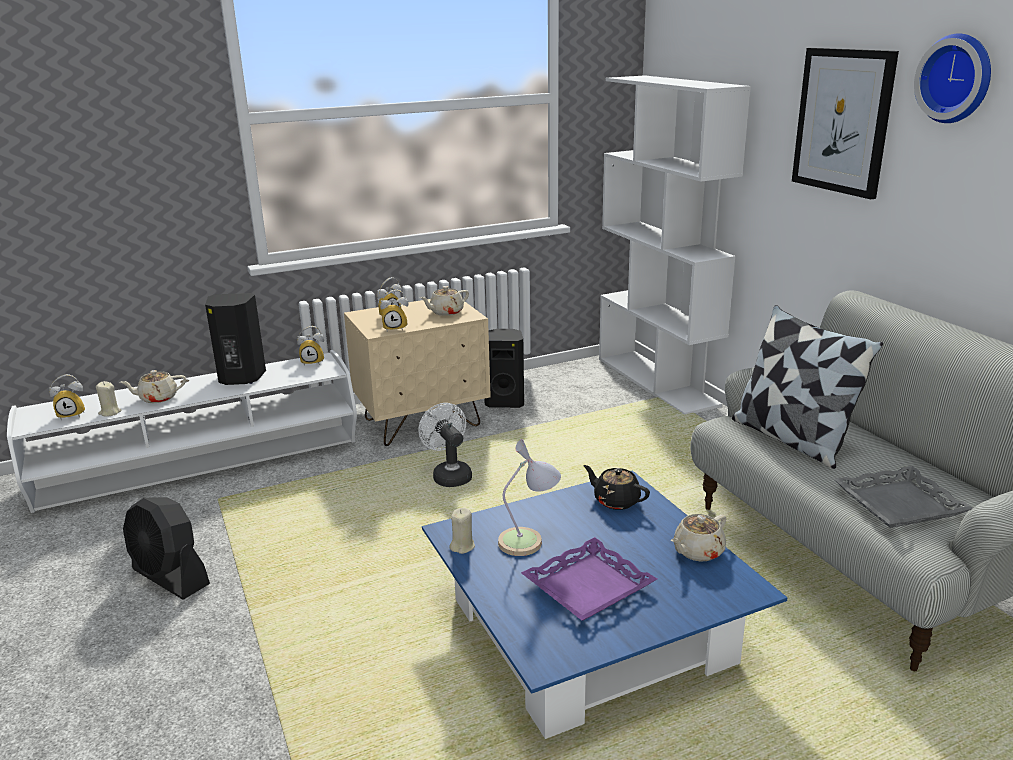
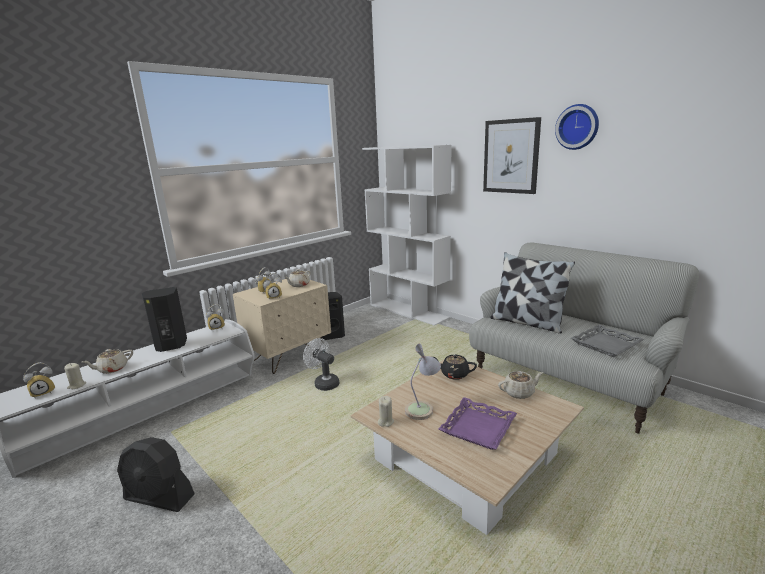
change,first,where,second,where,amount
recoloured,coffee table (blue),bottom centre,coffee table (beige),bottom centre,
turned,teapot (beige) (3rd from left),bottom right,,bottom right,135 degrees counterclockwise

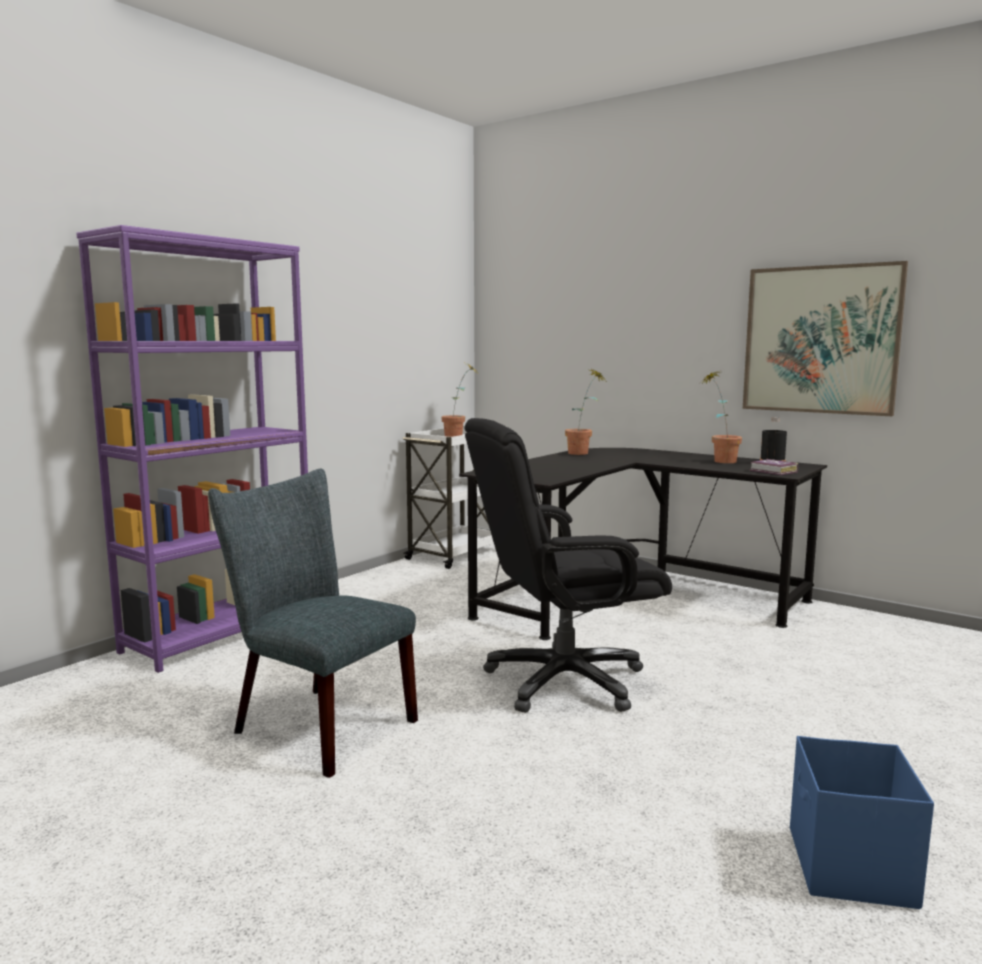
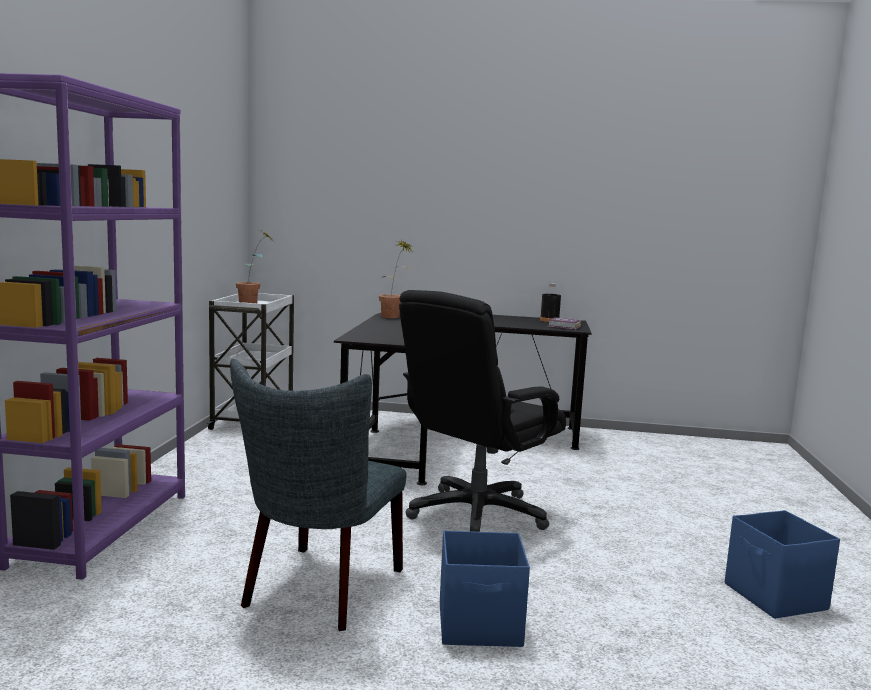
change,first,where,second,where,amount
turned,chair (grey),middle left,,bottom centre,75 degrees counterclockwise
removed,potted plant (3rd from left),middle right,,,
removed,picture,middle right,,,
added,,,storage box (blue) (1st from left),bottom centre,

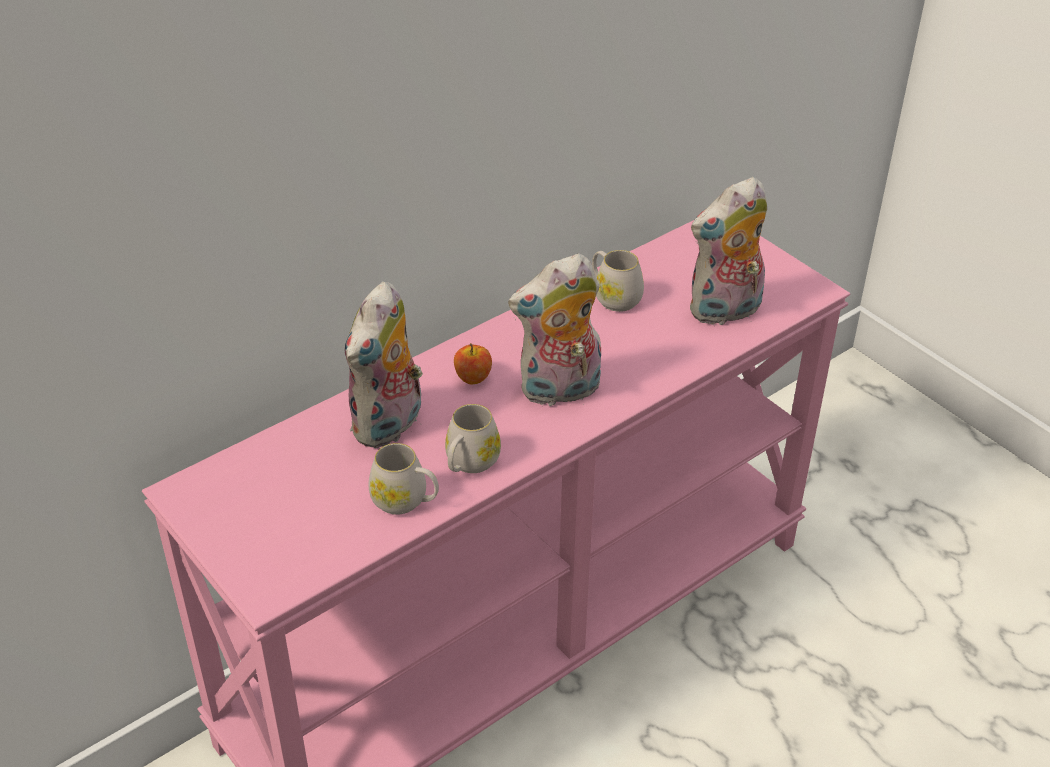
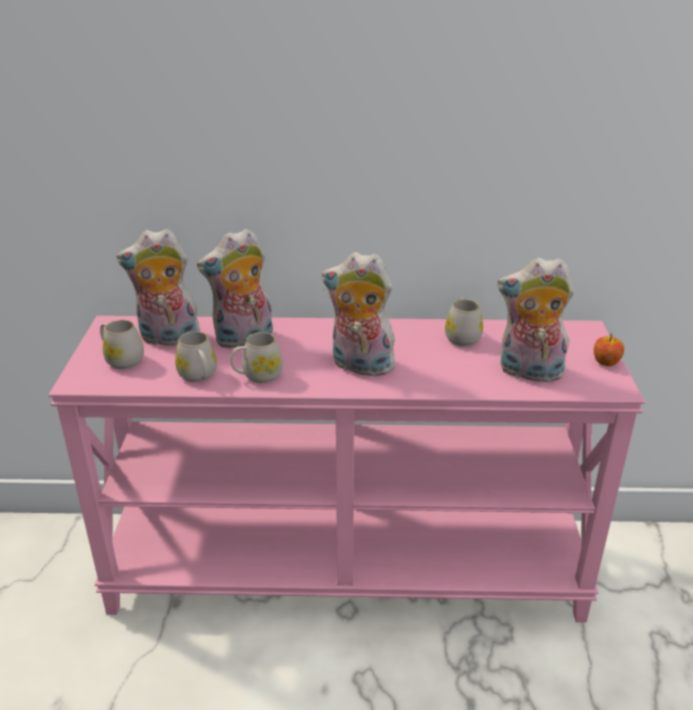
change,first,where,second,where,amount
moved,apple,centre,,middle right,
added,,,mug (white) (1st from left),middle left,
added,,,plush toy (1st from left),middle left,

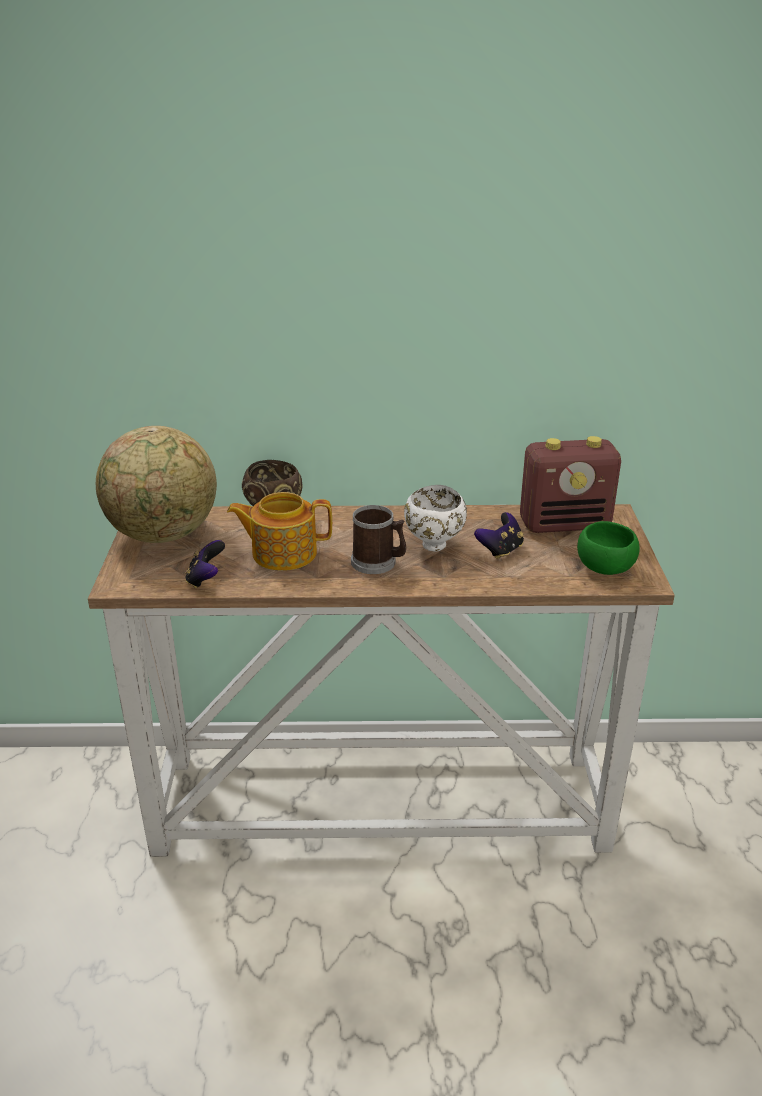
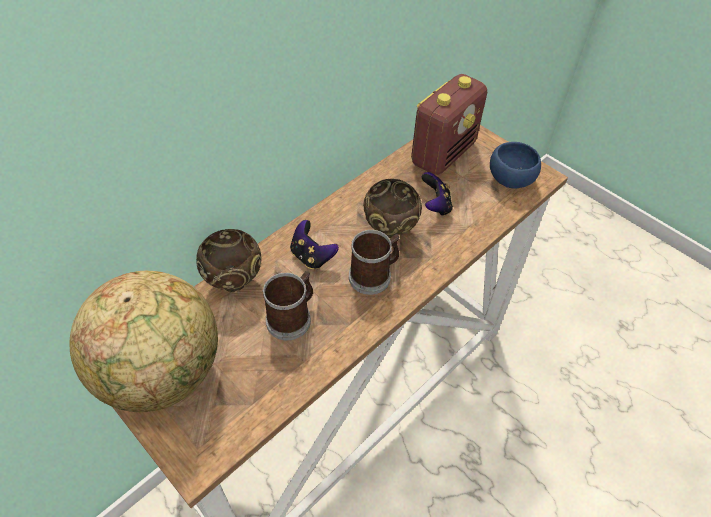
change,first,where,second,where,amount
moved,game controller (1st from left),middle left,,centre,
replaced,teapot,centre,mug (1st from left),centre,
recoloured,bowl (white),centre,bowl (brown) (2nd from left),centre,
recoloured,bowl (green),middle right,bowl (blue),top right,

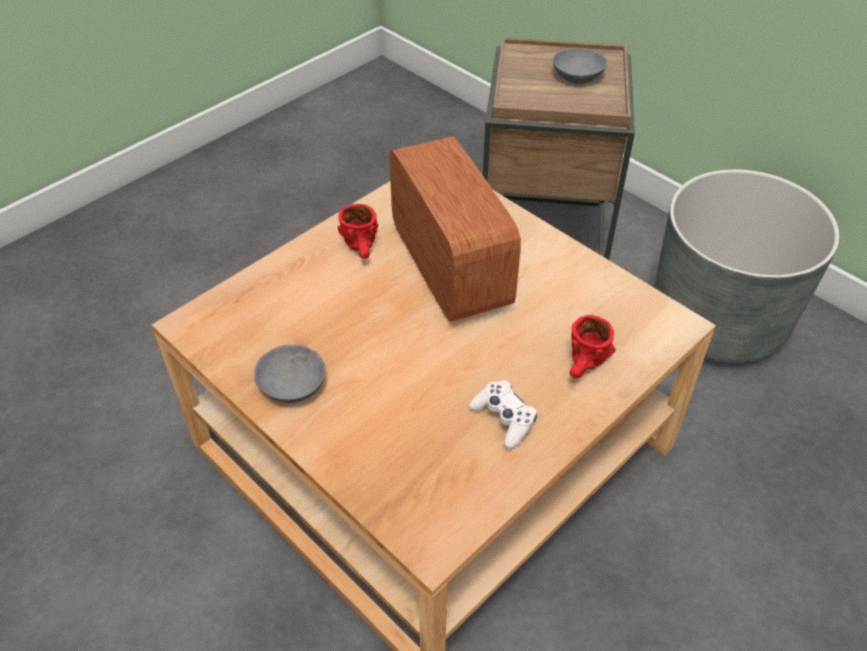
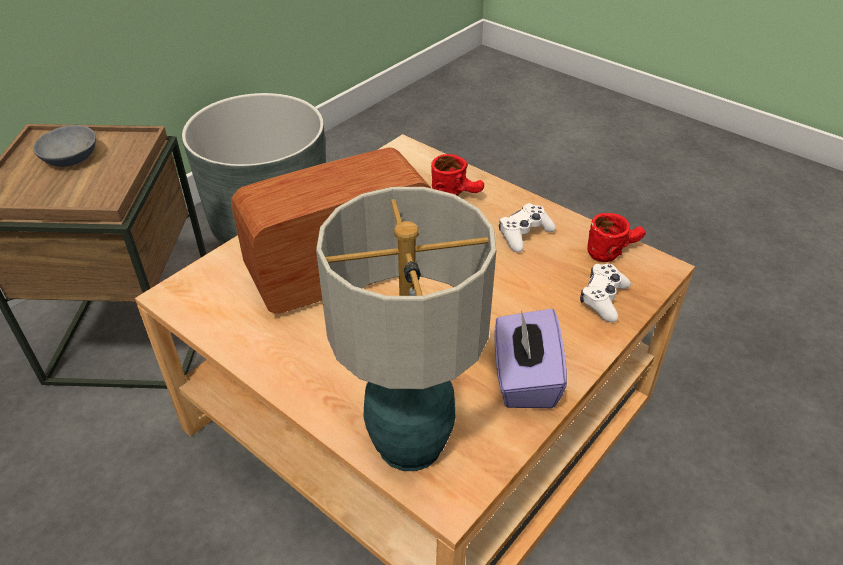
change,first,where,second,where,amount
replaced,bowl (grey) (1st from left),centre,tissue box (purple),centre,
moved,mug (red) (1st from left in the first image),centre,mug (red) (2nd from left),middle right,
added,,,table lamp,centre,
added,,,game controller (white) (2nd from left),middle right,

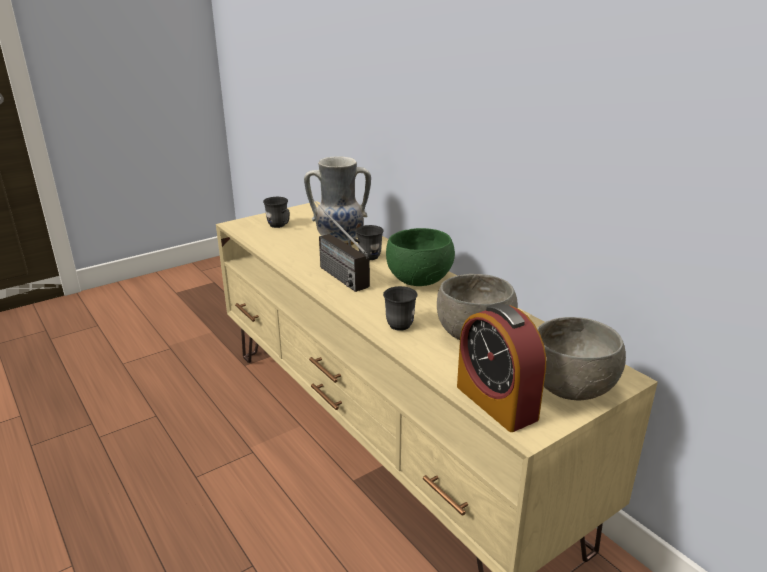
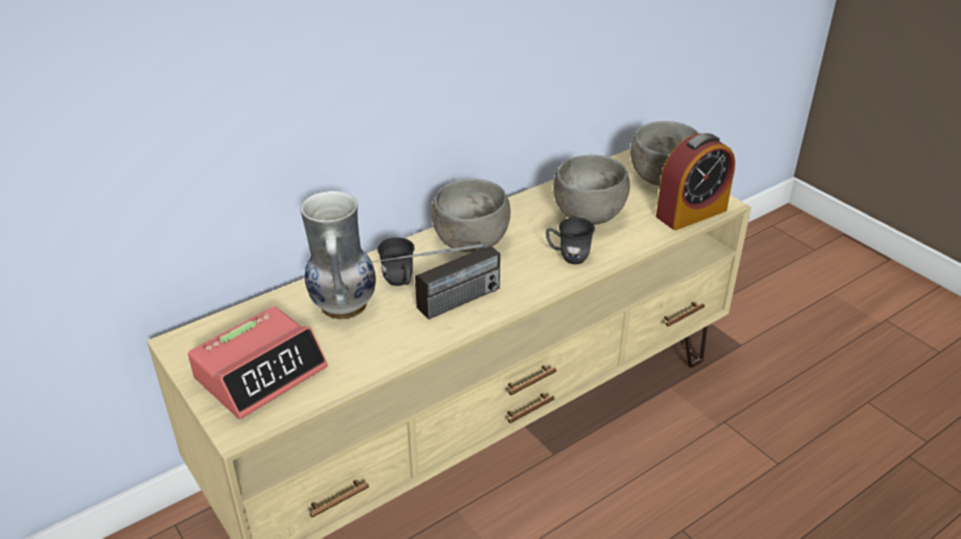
change,first,where,second,where,amount
replaced,mug (grey) (1st from left),centre,alarm clock (1st from left),bottom left,
recoloured,bowl (green),centre,bowl (grey) (1st from left),centre,

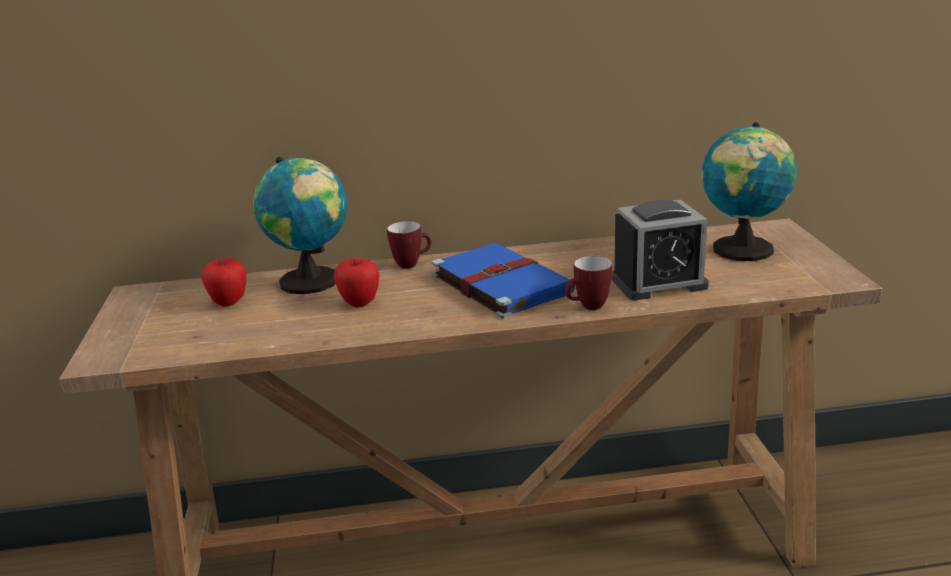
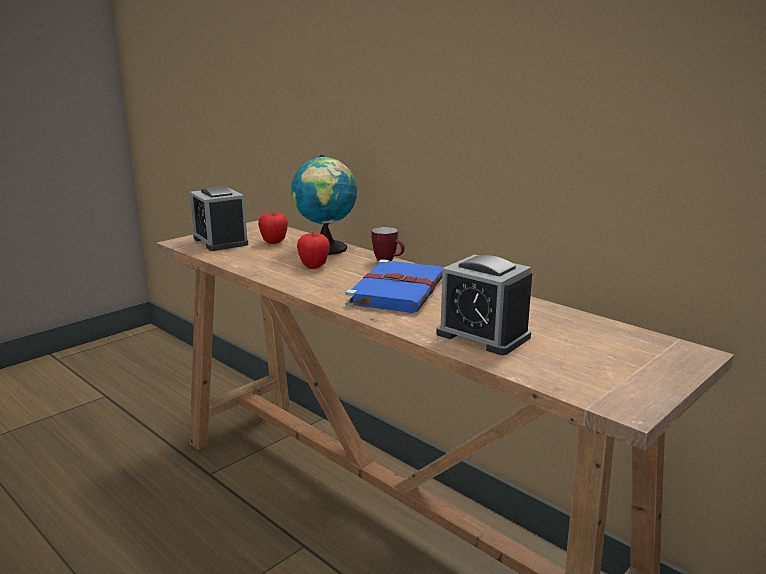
change,first,where,second,where,amount
removed,mug (2nd from left),centre,,,
removed,globe (2nd from left),top right,,,
added,,,alarm clock (1st from left),middle left,

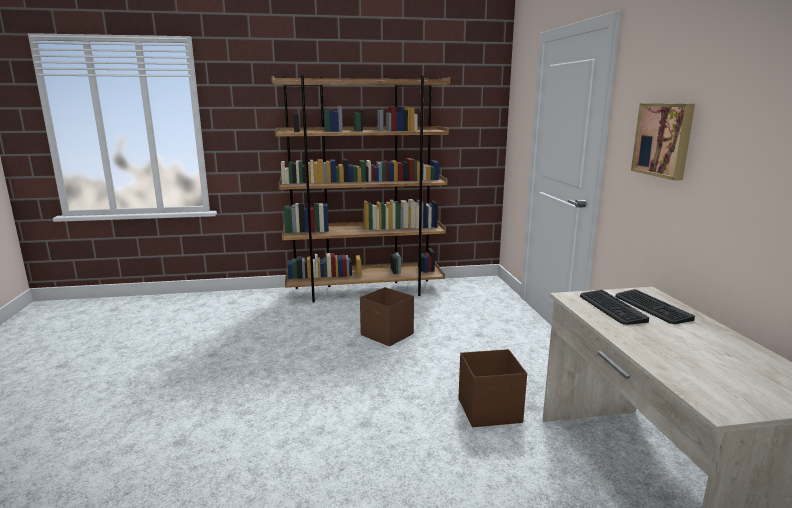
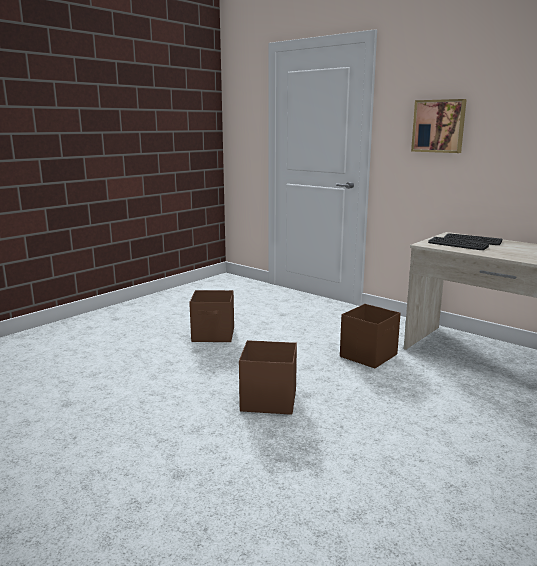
change,first,where,second,where,amount
removed,bookcase (brown),centre,,,
added,,,storage box (brown) (2nd from left),centre,

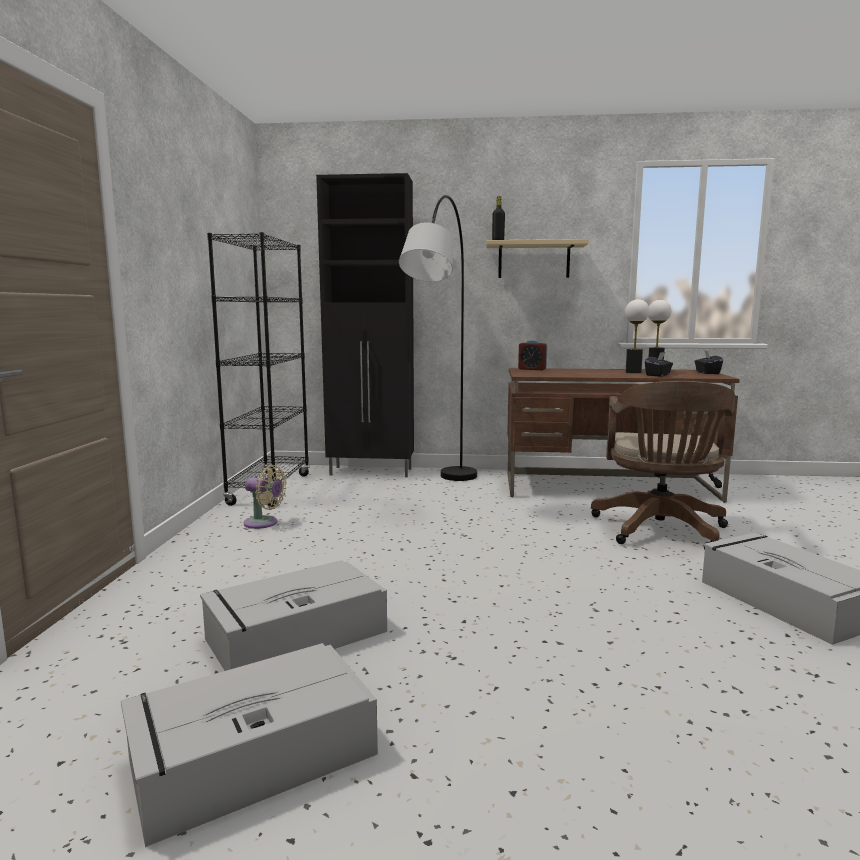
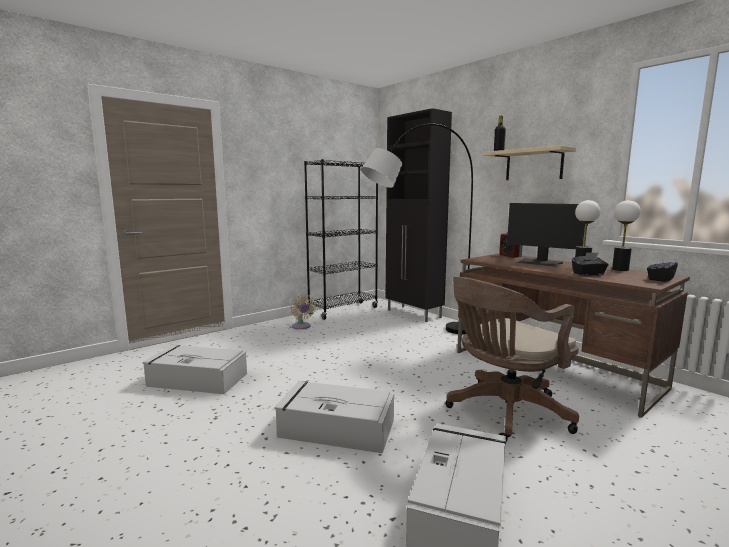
change,first,where,second,where,amount
moved,storage box (grey) (1st from left in the first image),bottom left,storage box (grey) (2nd from left),bottom centre,
added,,,monitor,middle right,

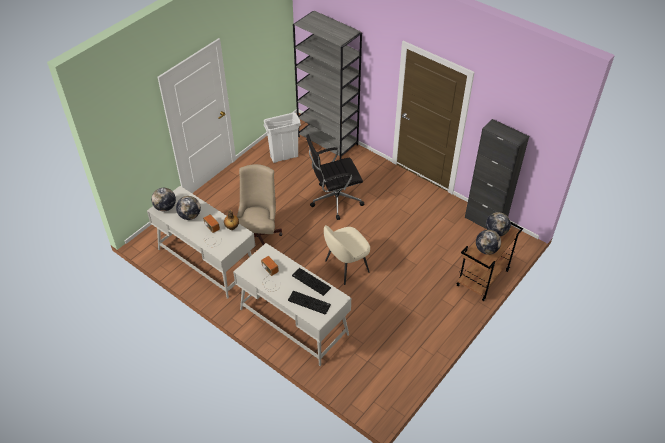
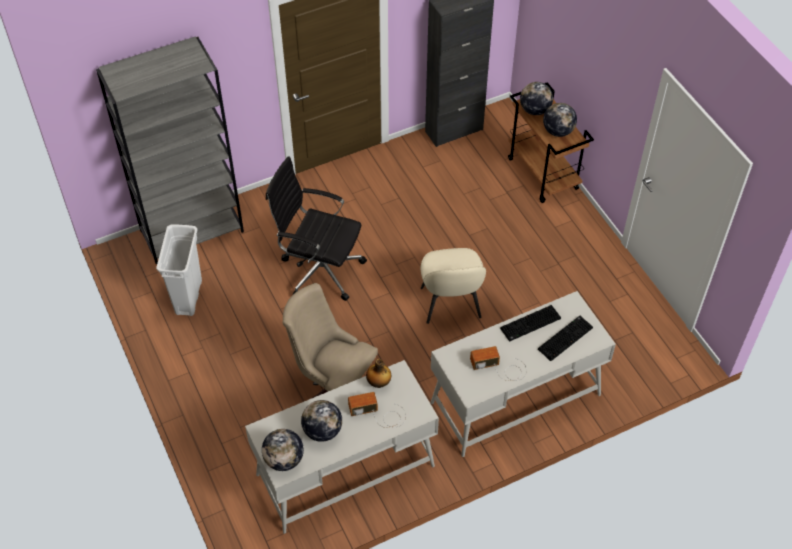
change,first,where,second,where,amount
turned,office chair (black),centre,,centre,105 degrees clockwise

